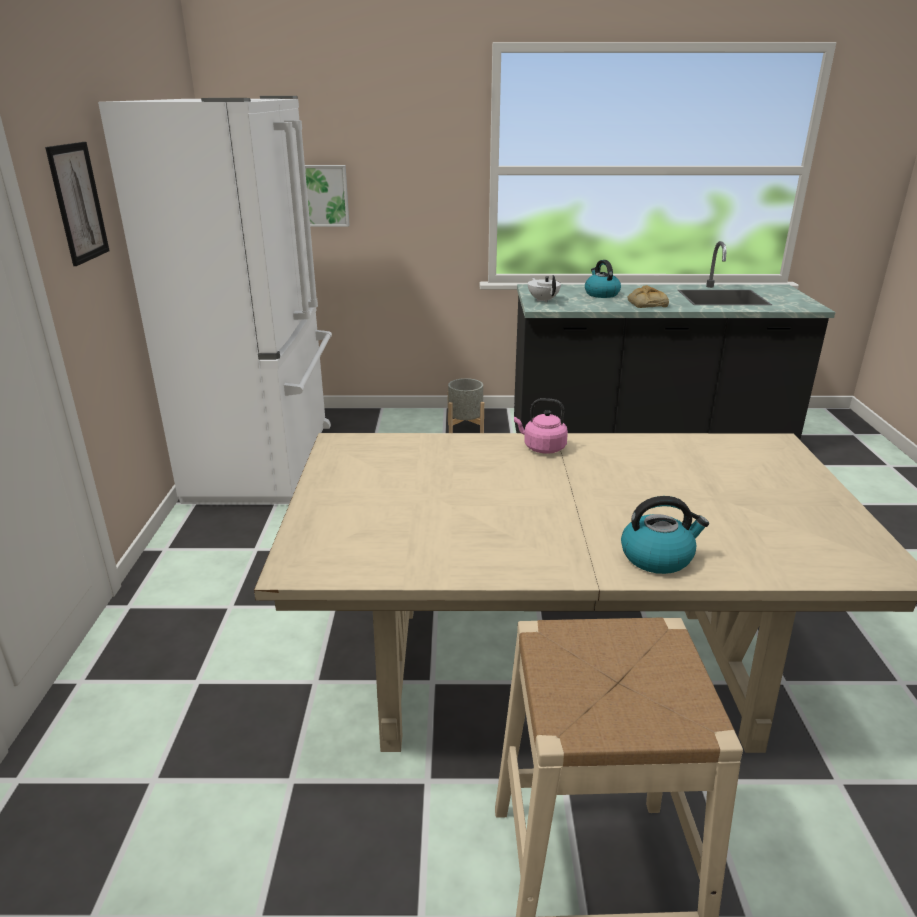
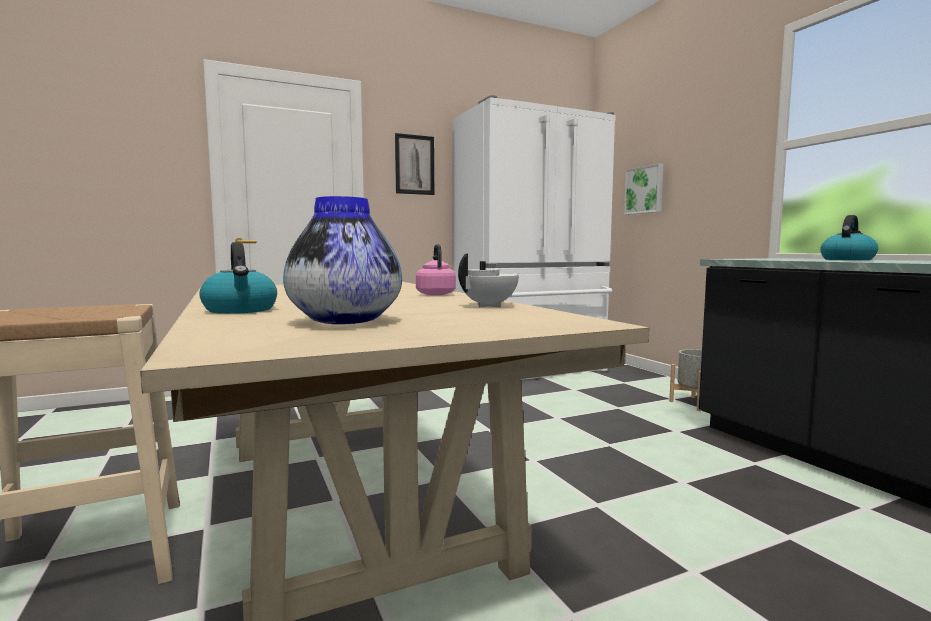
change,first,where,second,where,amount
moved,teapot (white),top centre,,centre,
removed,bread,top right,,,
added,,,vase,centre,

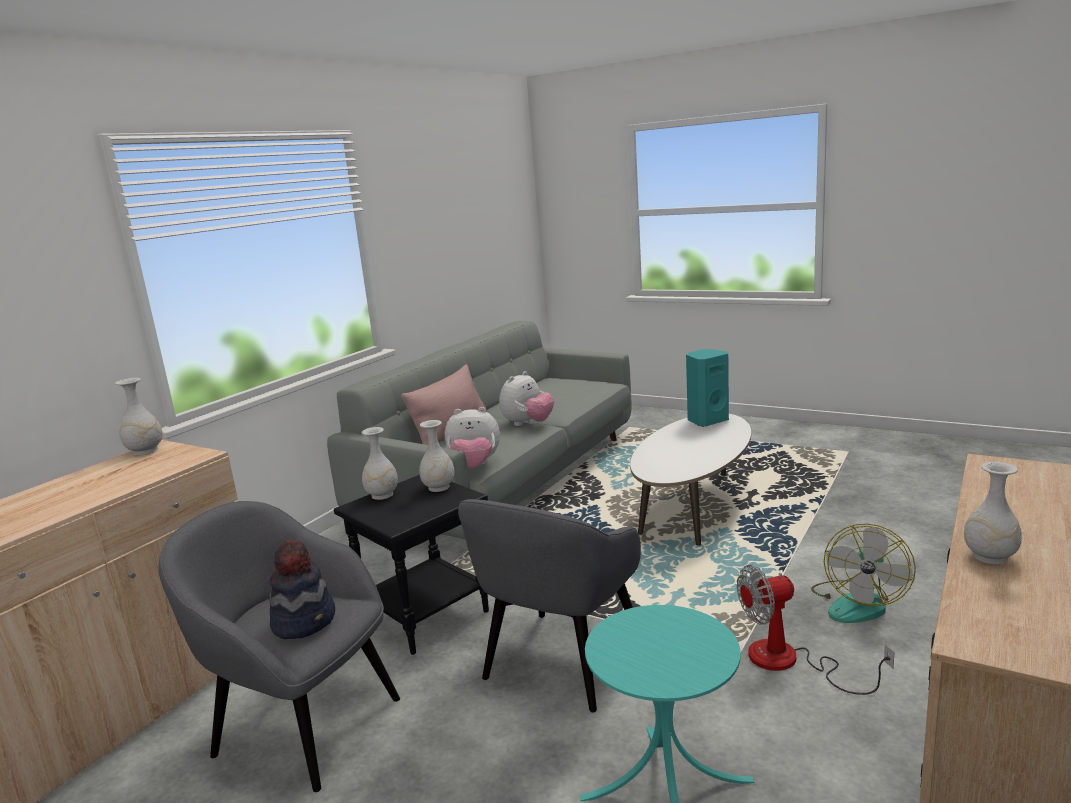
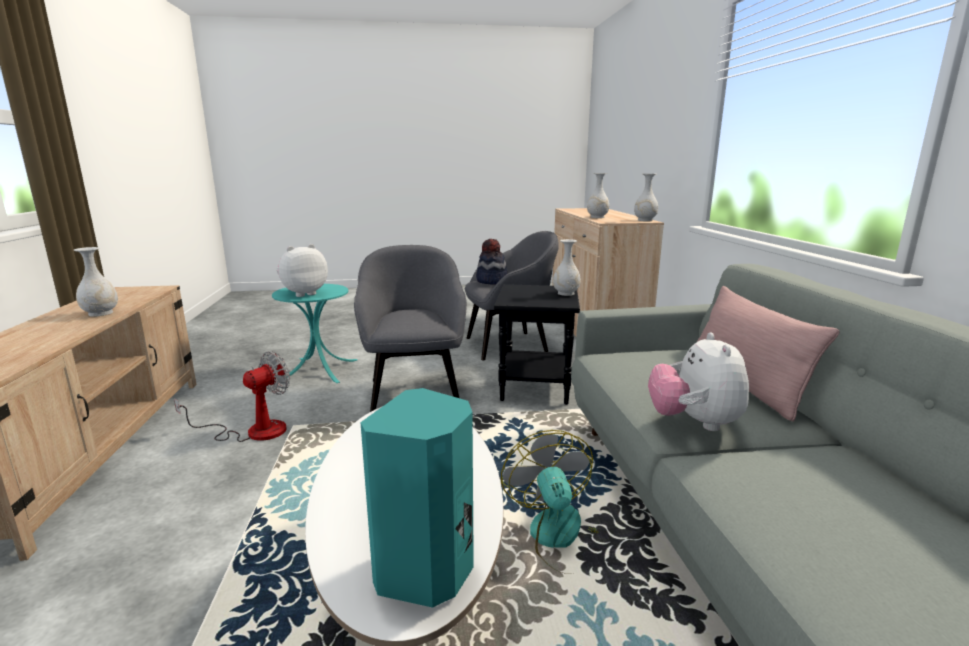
change,first,where,second,where,amount
moved,vase (white) (3rd from left),centre,,top centre,
moved,plush toy (1st from left),centre,,middle left,
moved,fan (2nd from left),bottom right,,bottom centre,

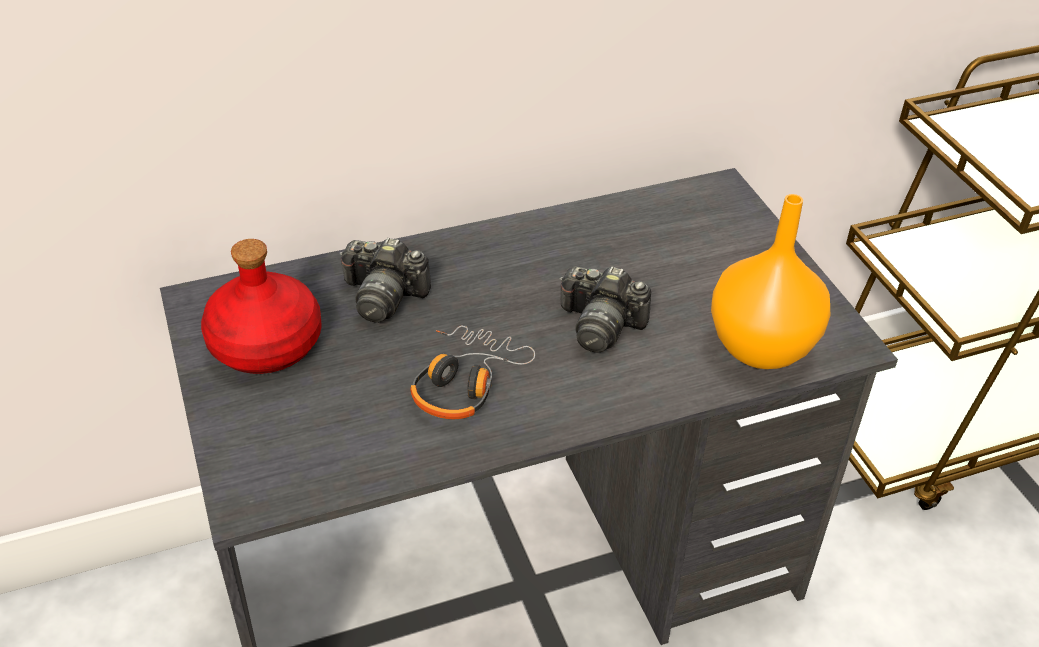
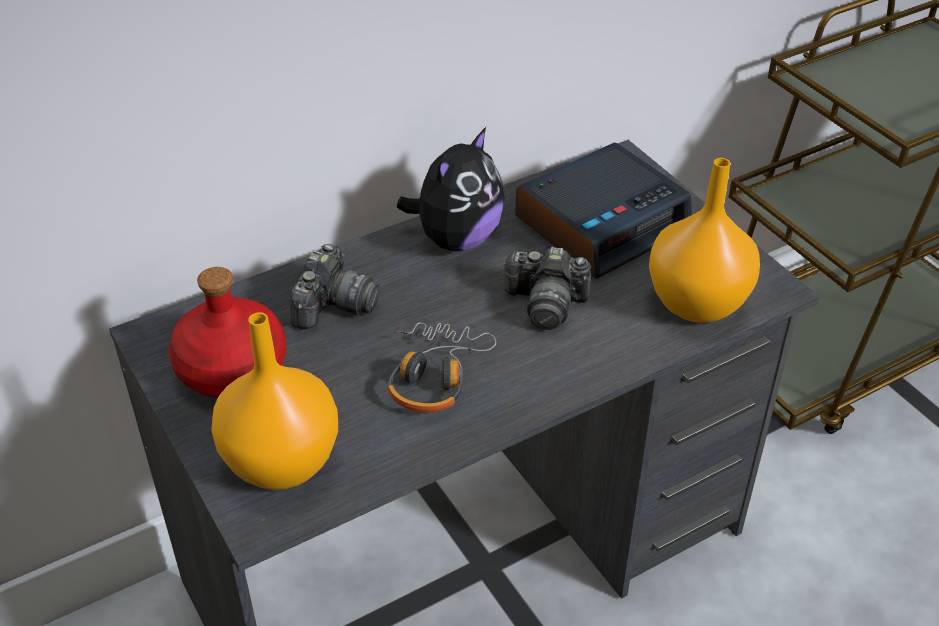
change,first,where,second,where,amount
turned,photo camera (1st from left),centre,,centre,75 degrees counterclockwise
added,,,vase (orange) (1st from left),middle left,
added,,,plush toy,top centre,
added,,,alarm clock,centre,

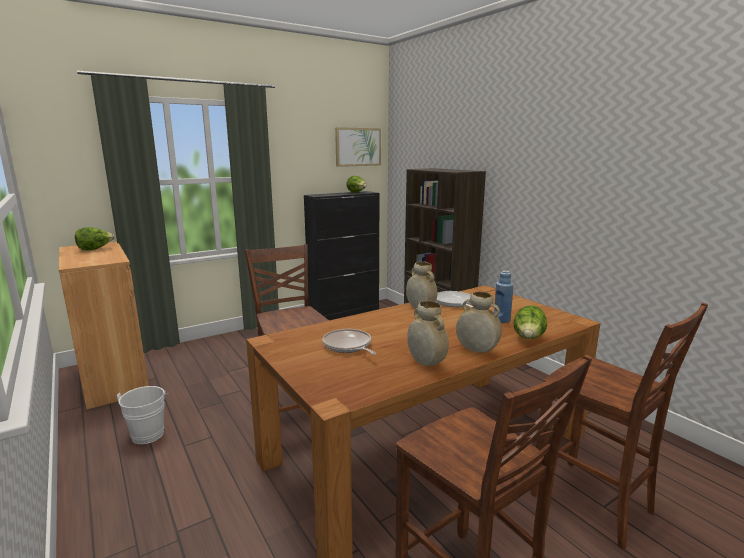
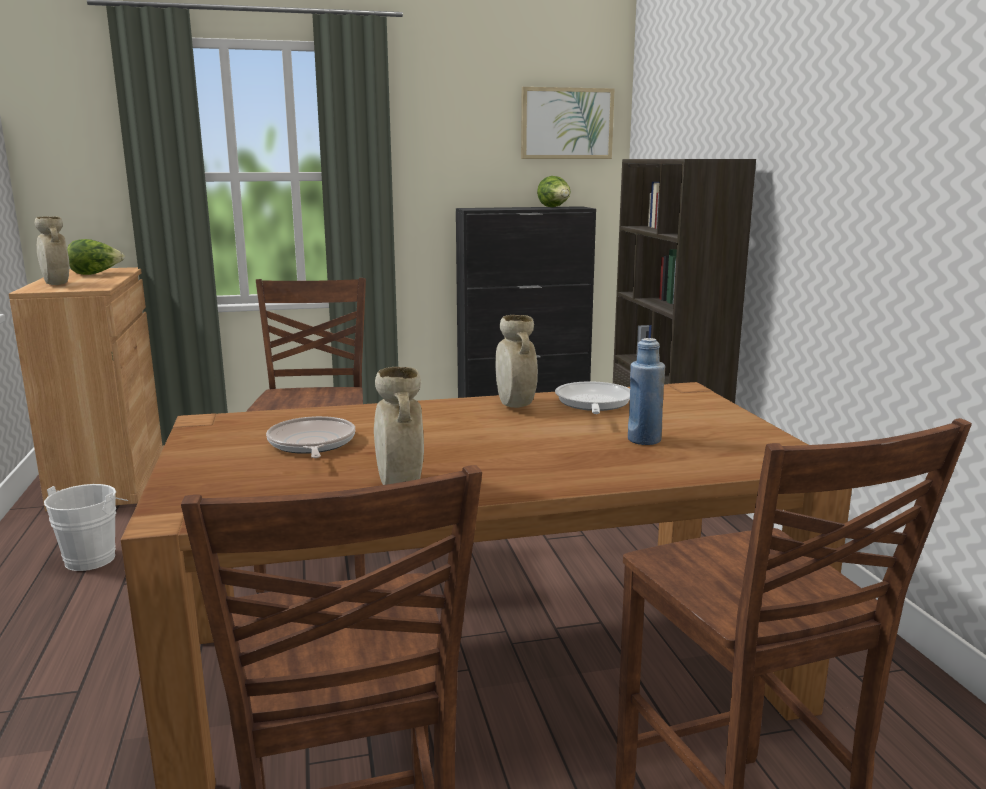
change,first,where,second,where,amount
moved,vase (beige) (3rd from left in the first image),centre,vase (beige) (1st from left),top left,
removed,lettuce (3rd from left),middle right,,,

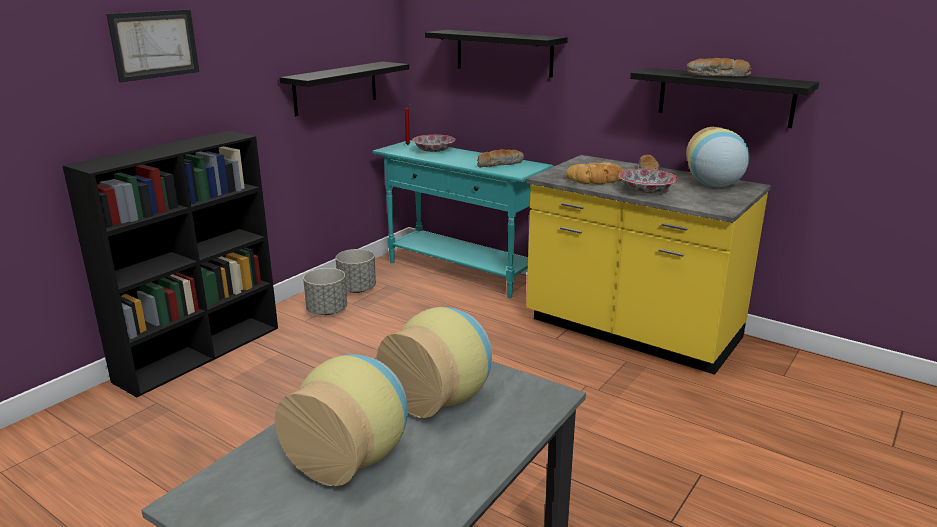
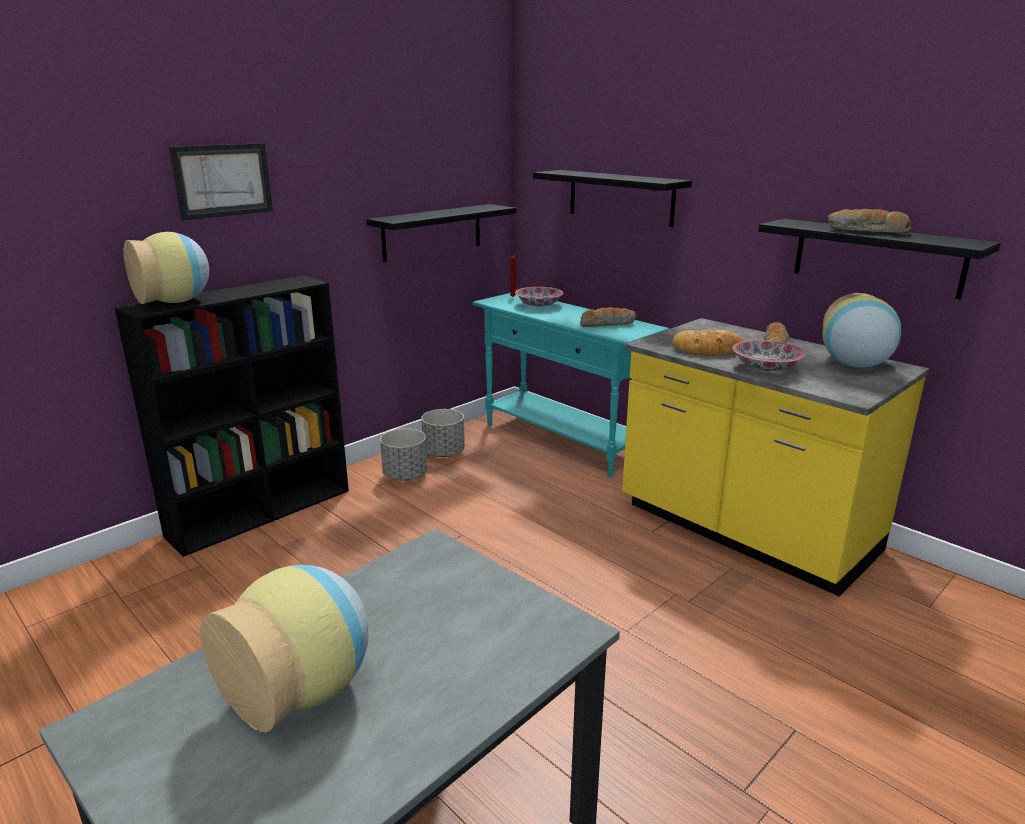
change,first,where,second,where,amount
moved,vase (2nd from left in the first image),bottom centre,vase (1st from left),top left,

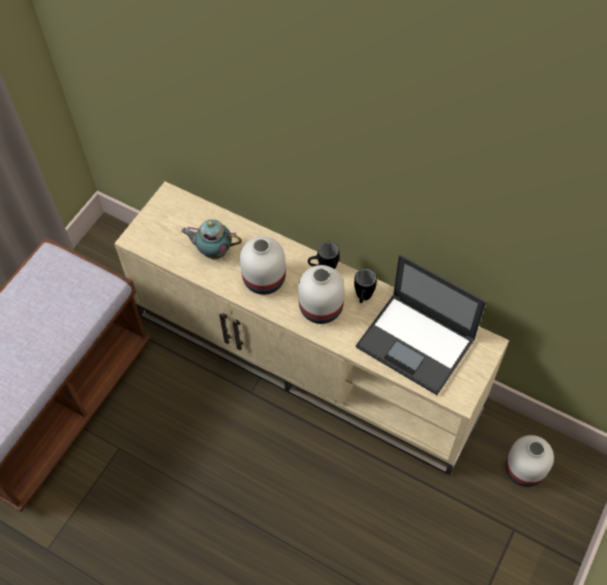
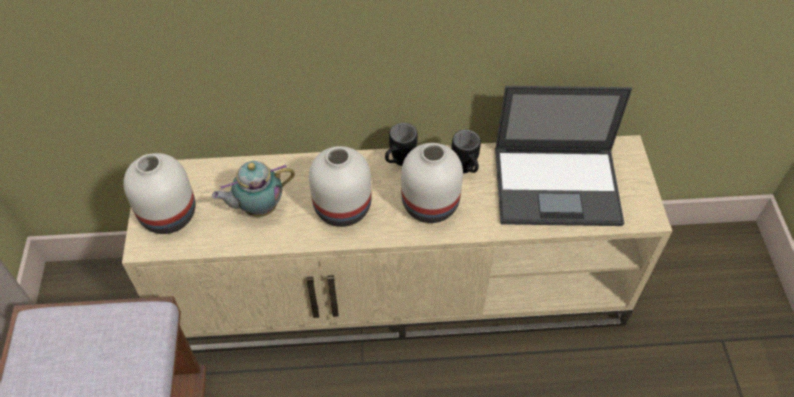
change,first,where,second,where,amount
moved,vase (white) (3rd from left in the first image),bottom right,vase (white) (1st from left),middle left,

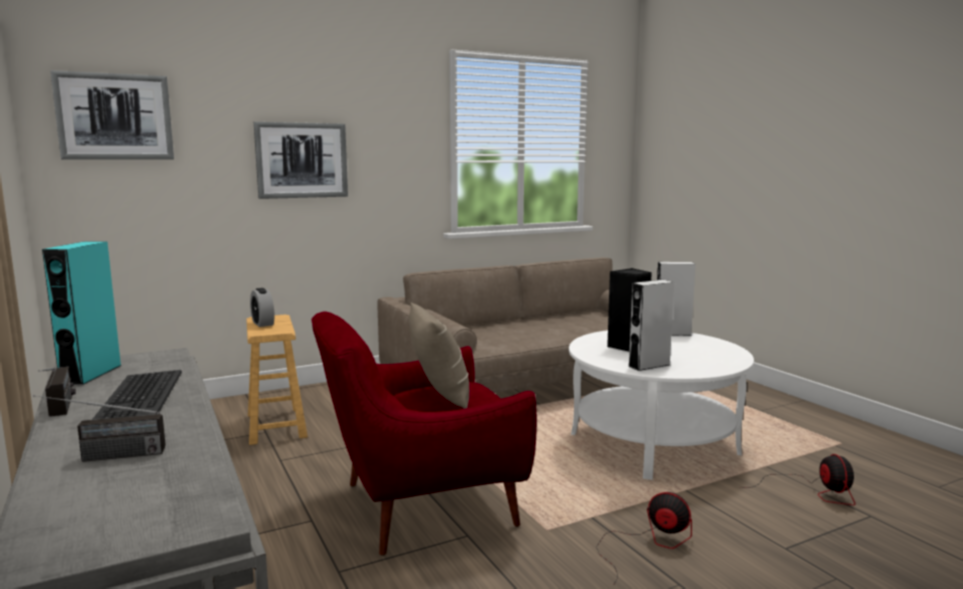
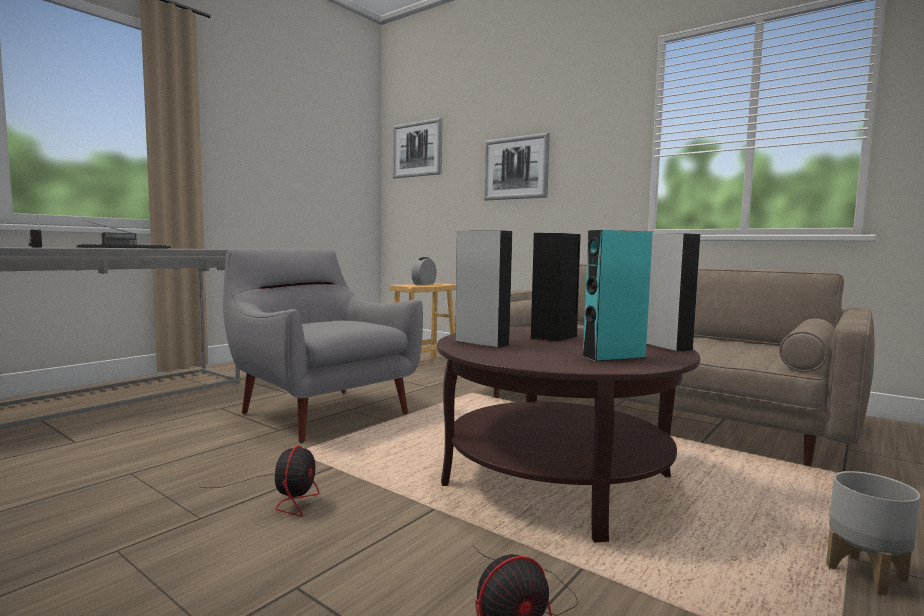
change,first,where,second,where,amount
moved,speaker (turquoise),middle left,,middle right,
recoloured,armchair (red),bottom centre,armchair (grey),centre,
removed,pillow (beige),centre,,,
recoloured,coffee table (white),bottom right,coffee table (brown),bottom centre,
added,,,planter (grey),bottom right,

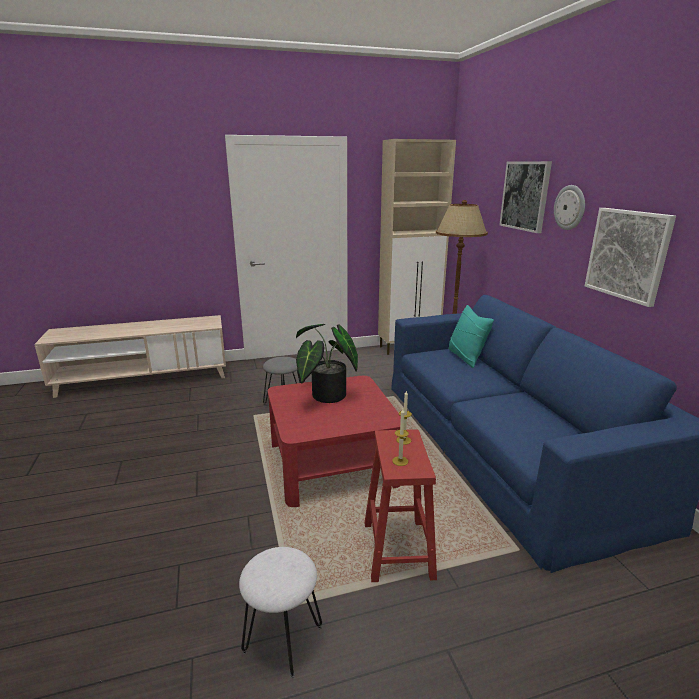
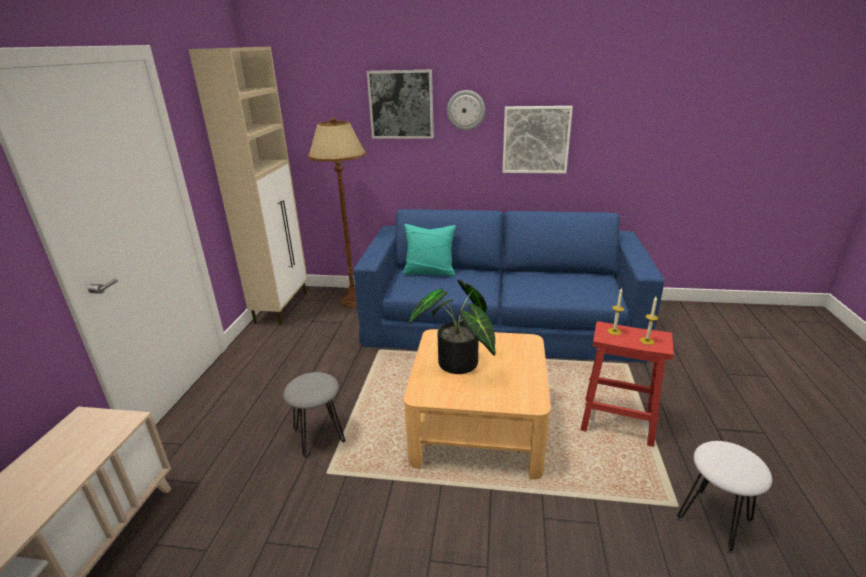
change,first,where,second,where,amount
recoloured,coffee table (red),centre,coffee table (beige),bottom centre,

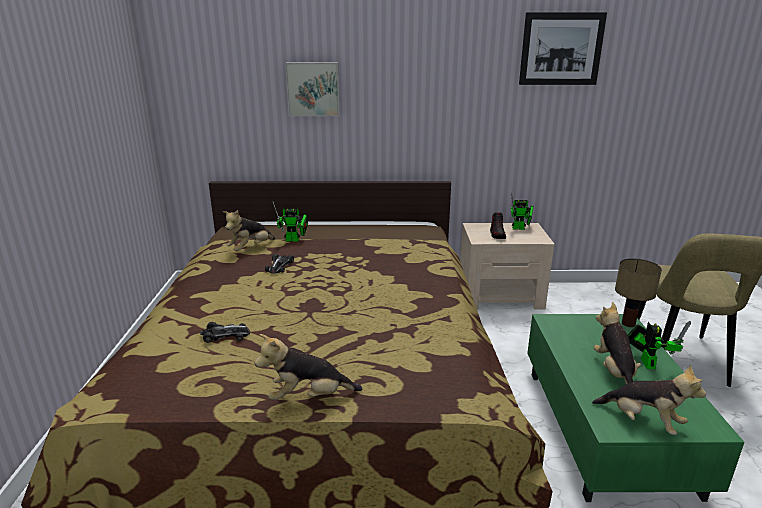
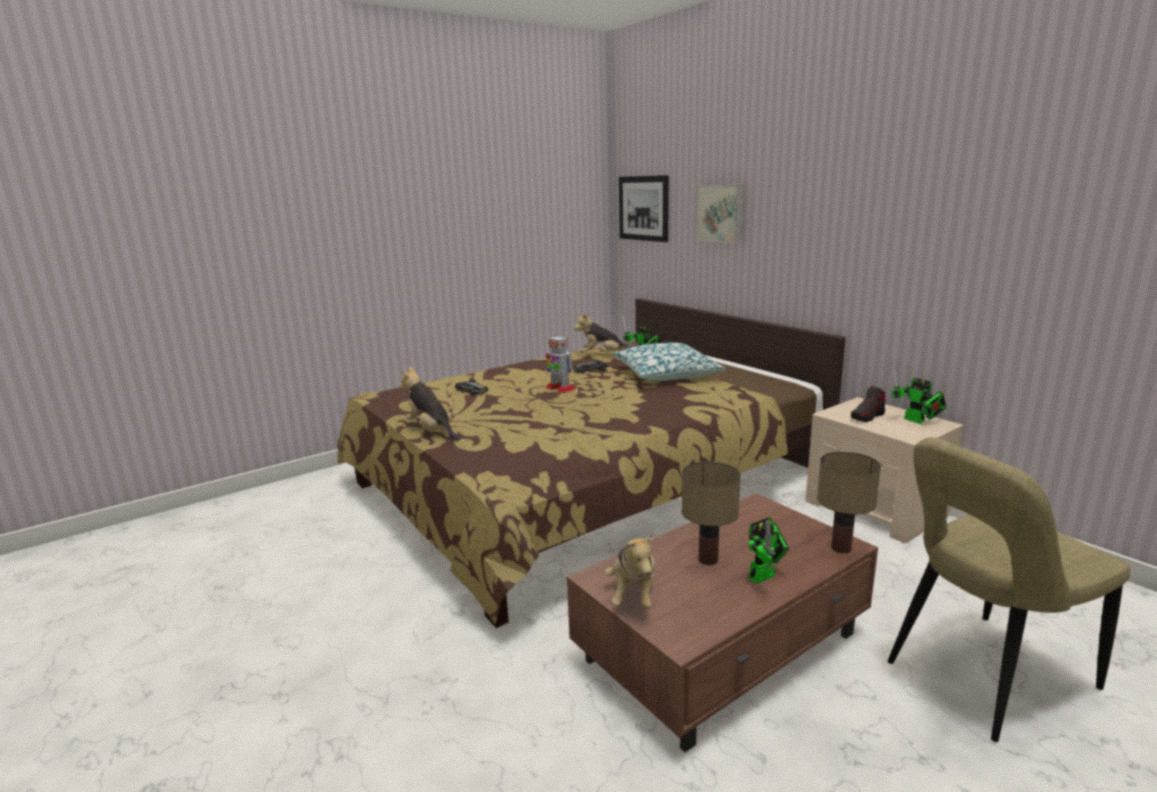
change,first,where,second,where,amount
moved,picture (2nd from left in the first image),top right,picture (1st from left),top centre,
recoloured,coffee table (green),bottom right,coffee table (brown),bottom centre,
replaced,plush toy (3rd from left),bottom right,table lamp (1st from left),centre,
added,,,toy robot (1st from left),centre,
added,,,pillow,centre,

